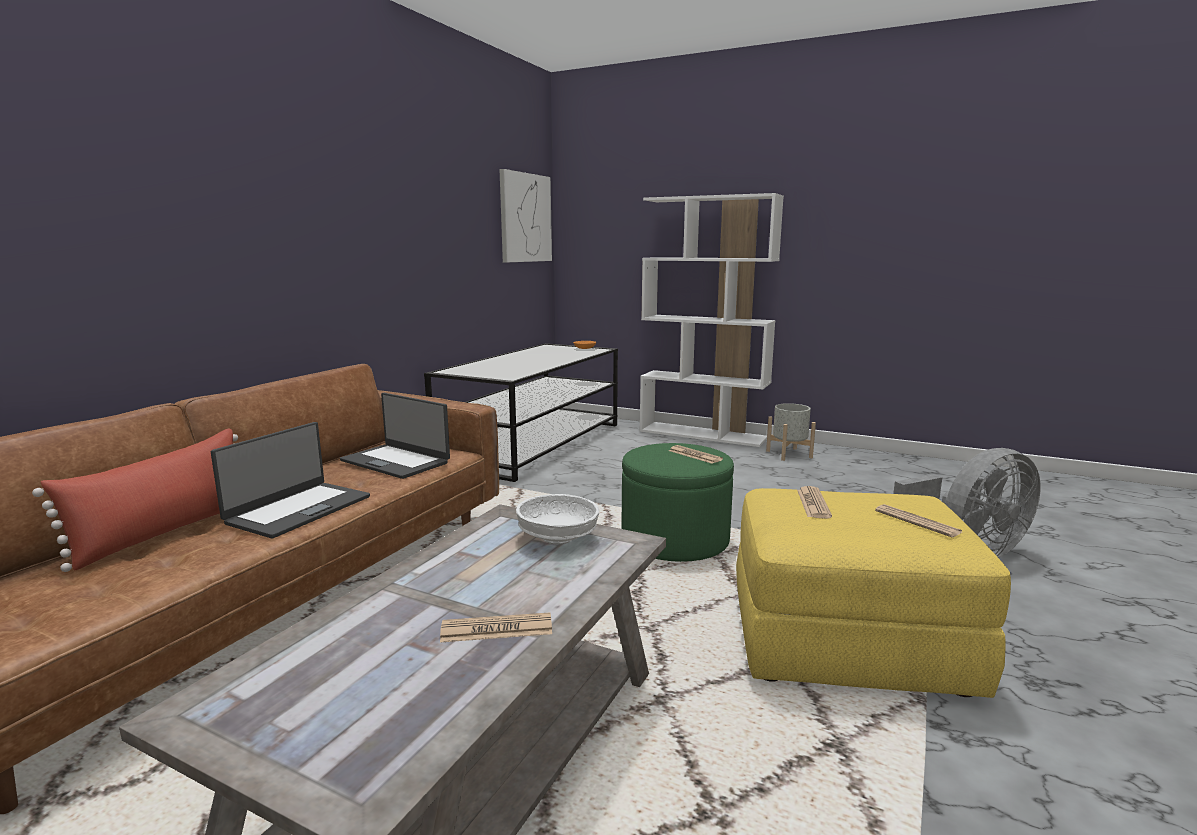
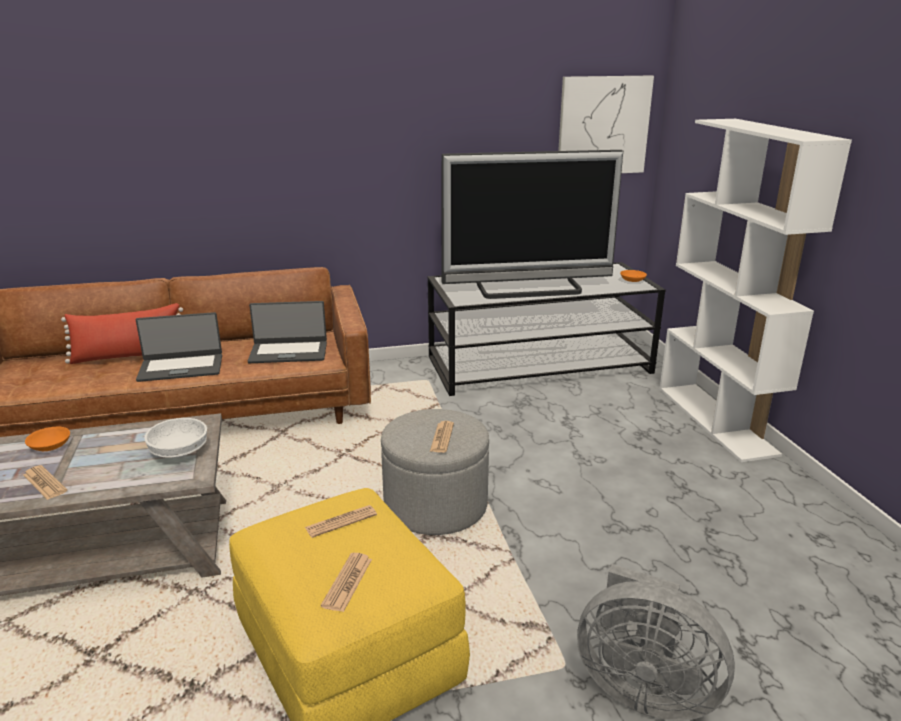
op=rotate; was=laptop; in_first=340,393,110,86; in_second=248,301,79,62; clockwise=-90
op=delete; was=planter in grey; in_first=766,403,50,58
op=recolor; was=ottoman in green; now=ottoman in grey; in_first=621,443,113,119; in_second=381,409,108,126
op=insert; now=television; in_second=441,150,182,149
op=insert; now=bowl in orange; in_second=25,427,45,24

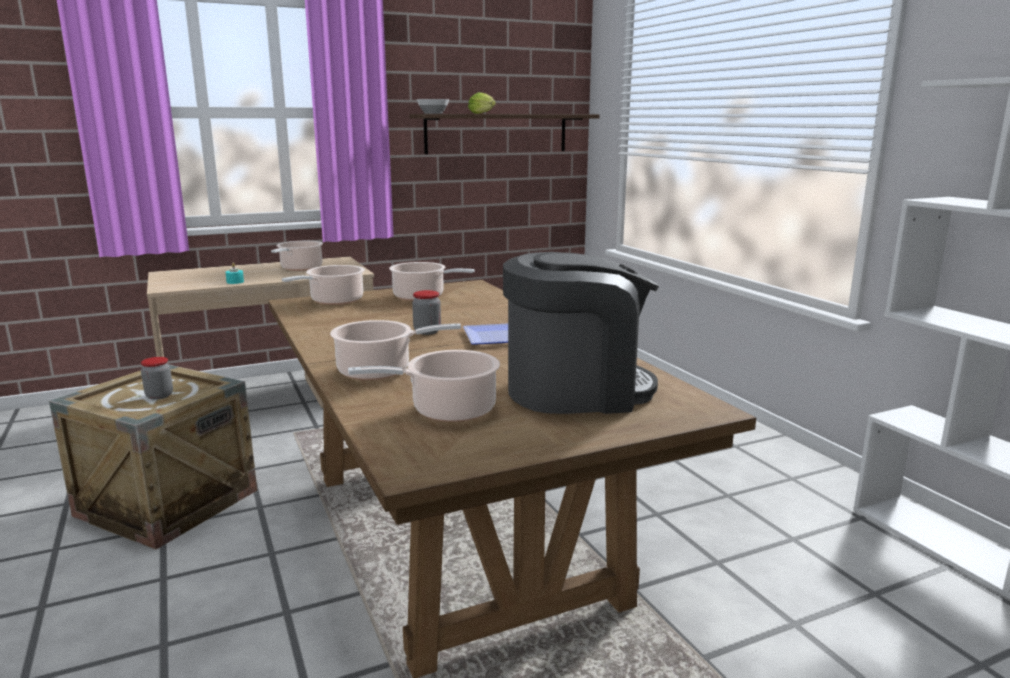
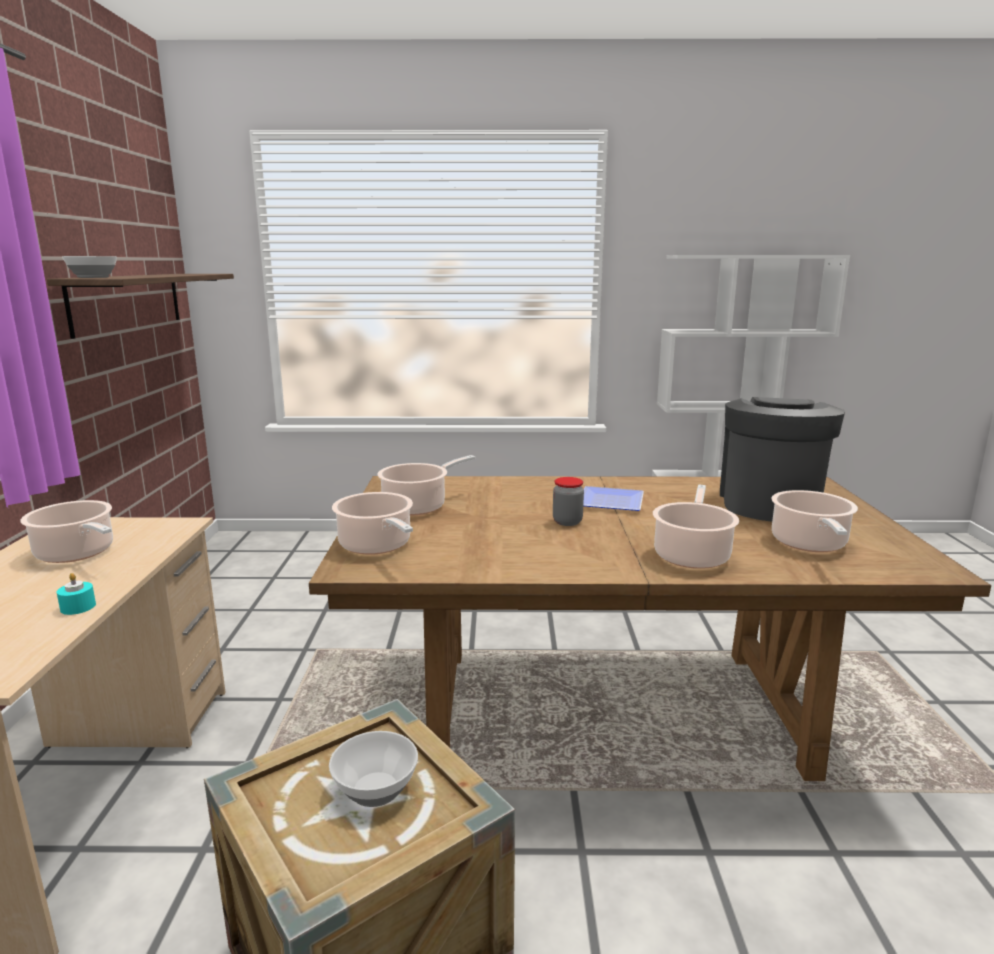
op=delete; was=lettuce; in_first=468,92,28,22
op=replace; was=jar; now=bowl; in_first=141,357,32,43; in_second=329,731,89,76

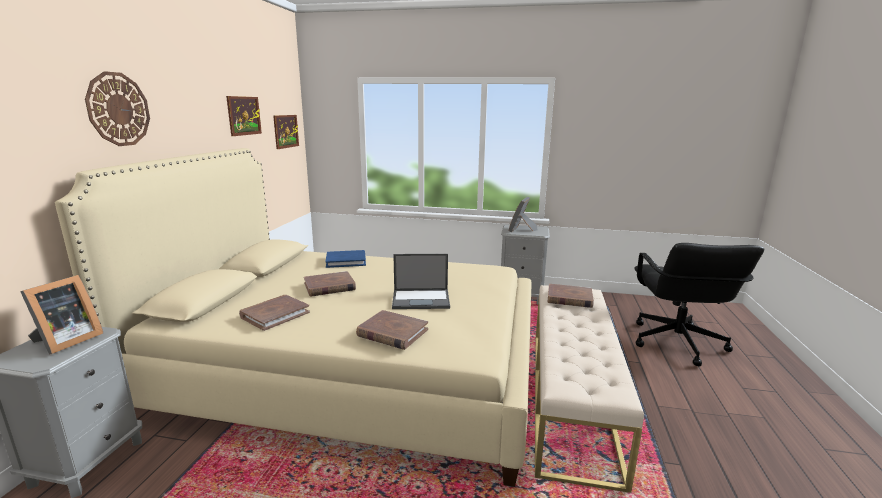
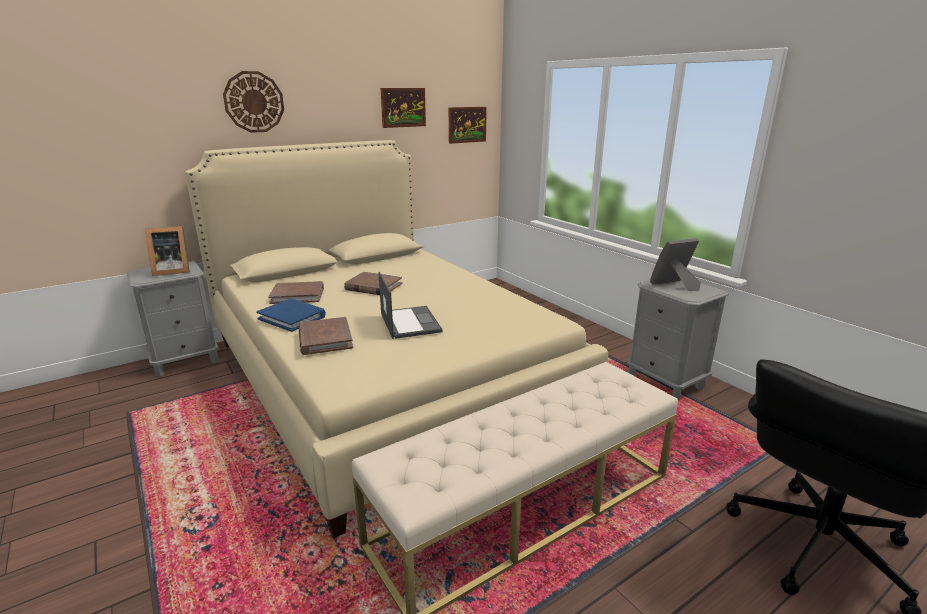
op=move; was=book in blue; in_first=325,250,41,18; in_second=256,299,70,33
op=rotate; was=laptop; in_first=392,254,58,55; in_second=378,272,65,67; clockwise=-150
op=delete; was=book in brown; in_first=548,284,46,24

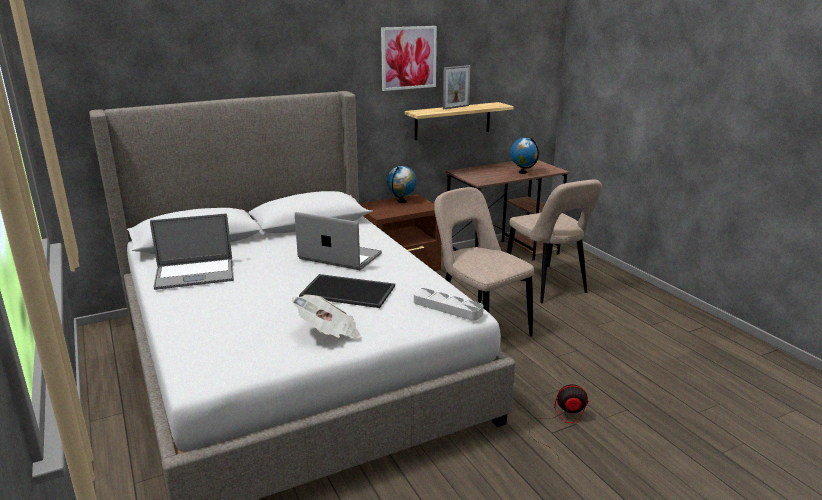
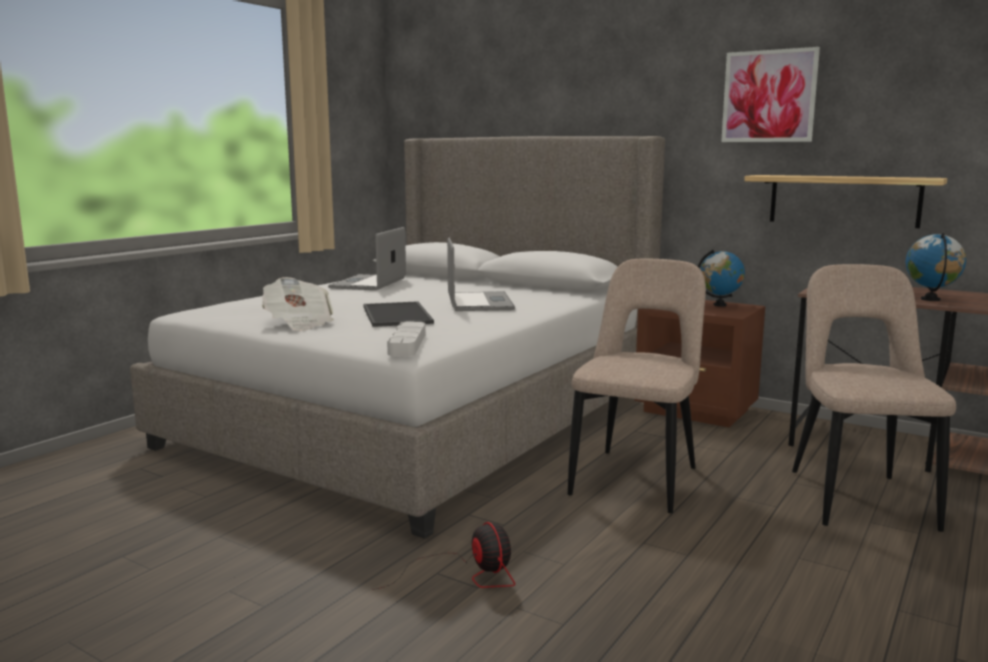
op=delete; was=picture frame; in_first=443,65,27,44
op=rotate; was=chair in beige; in_first=507,179,95,124; in_second=792,264,164,268; clockwise=150
op=rotate; was=laptop; in_first=150,213,84,77; in_second=328,227,78,63; clockwise=60

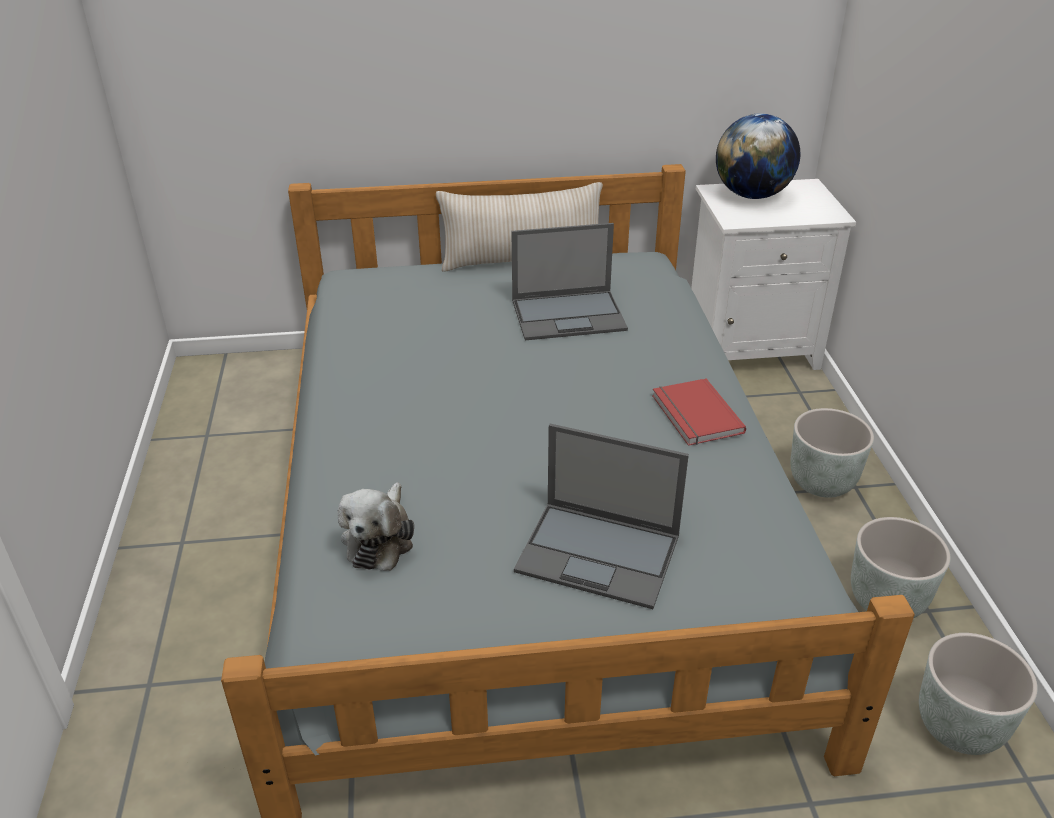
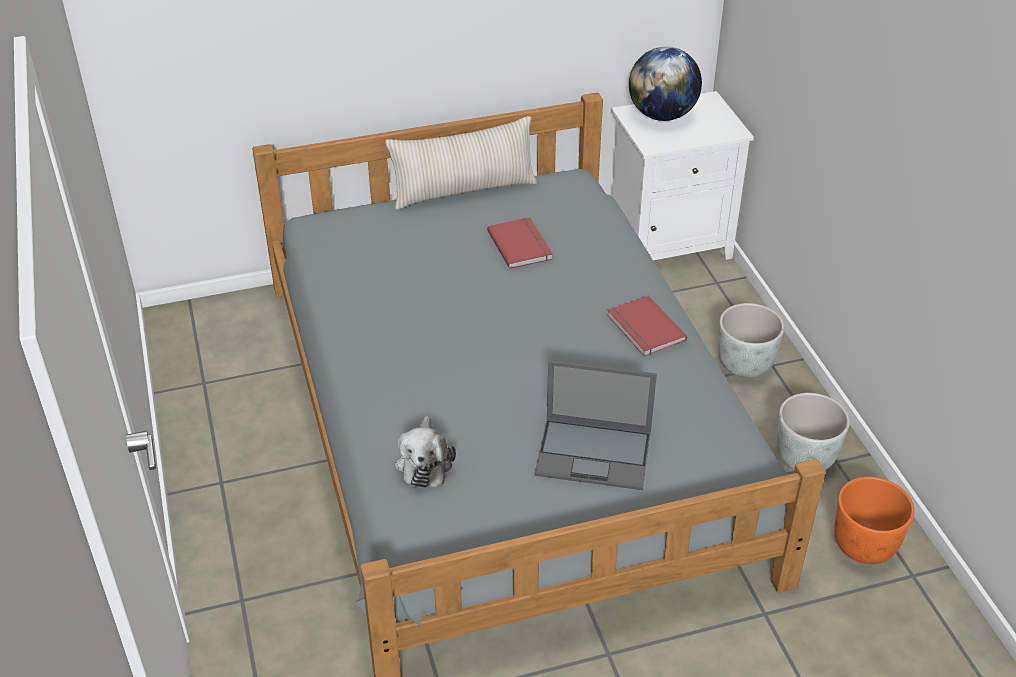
op=replace; was=laptop; now=book in red; in_first=511,223,117,117; in_second=487,217,66,52
op=recolor; was=planter in grey; now=planter in orange; in_first=919,633,119,122; in_second=834,477,81,87

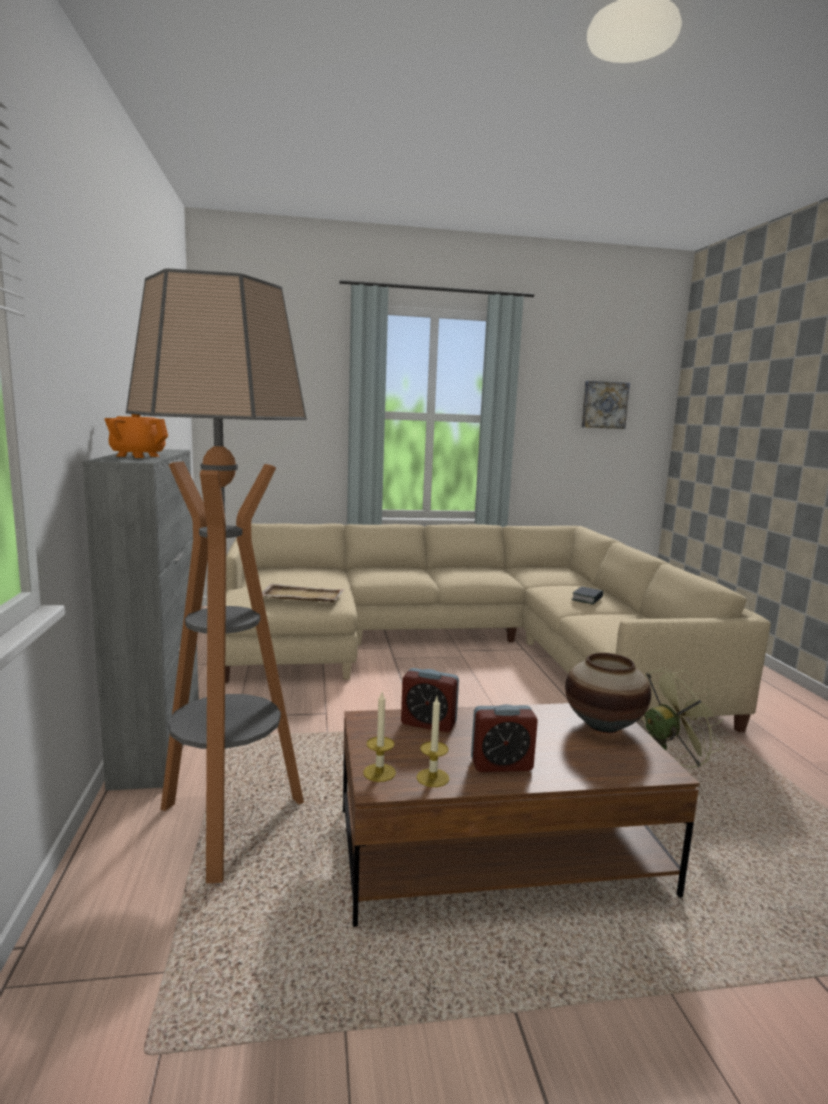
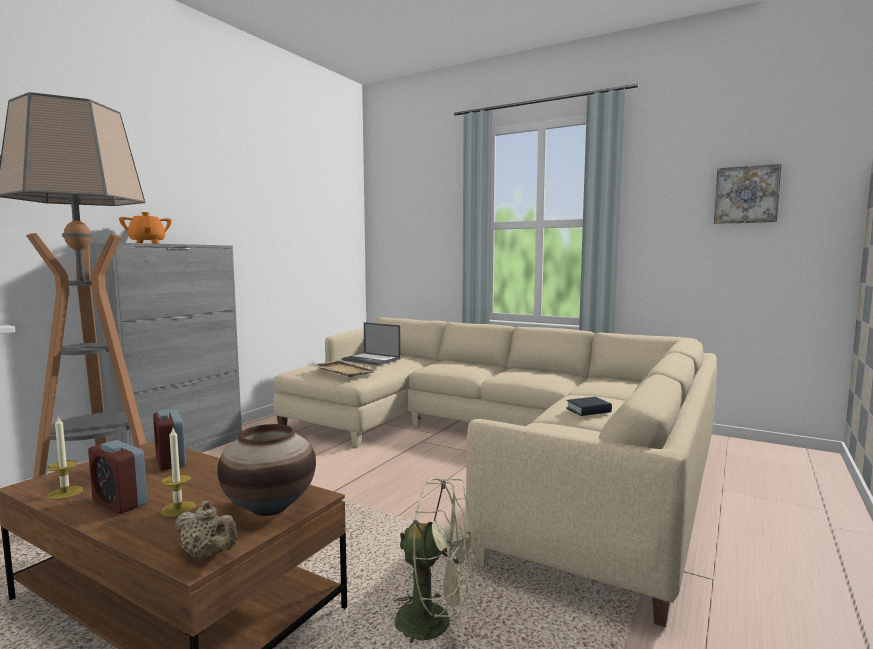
op=move; was=candle; in_first=363,692,33,90; in_second=160,428,36,89
op=insert; now=laptop; in_second=341,322,60,44
op=insert; now=teapot in beige; in_second=175,501,62,58

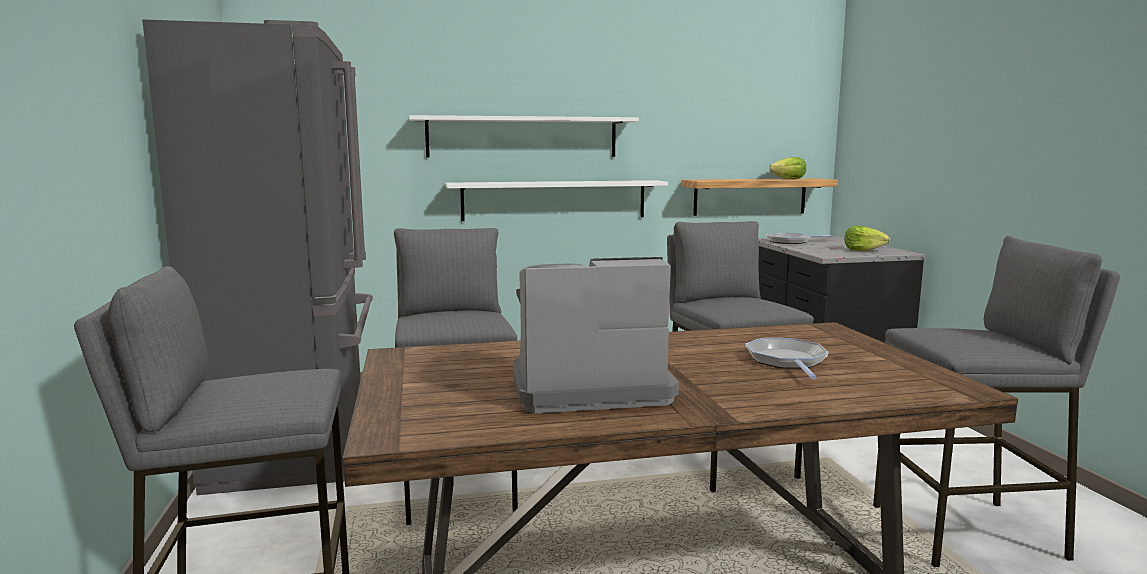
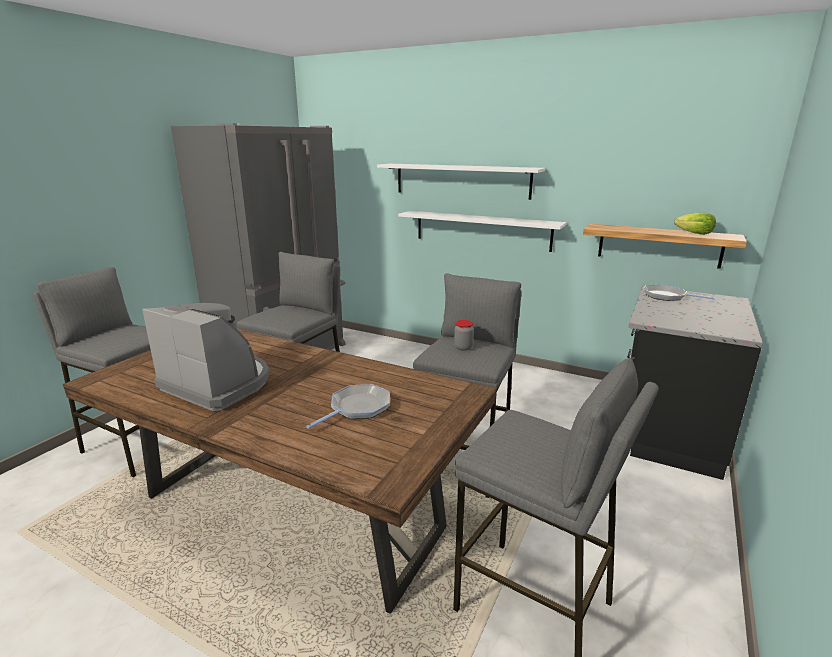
op=delete; was=lettuce; in_first=844,226,46,25
op=insert; now=jar; in_second=454,320,20,31

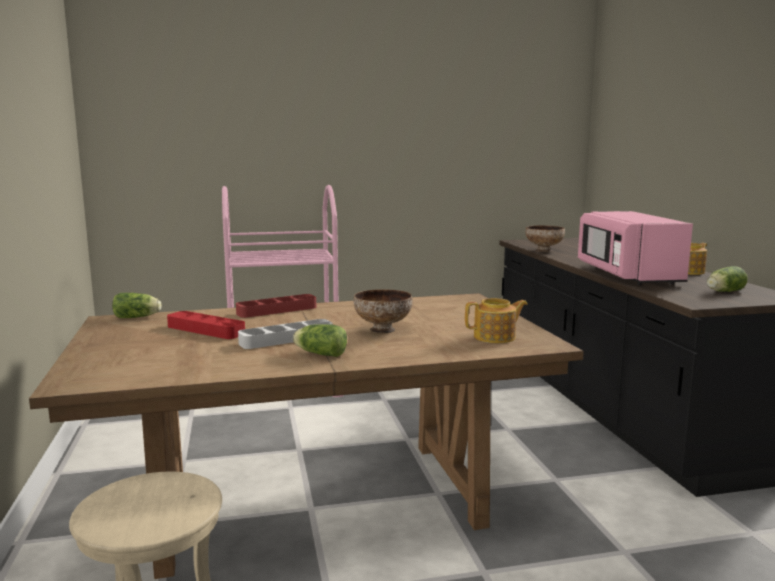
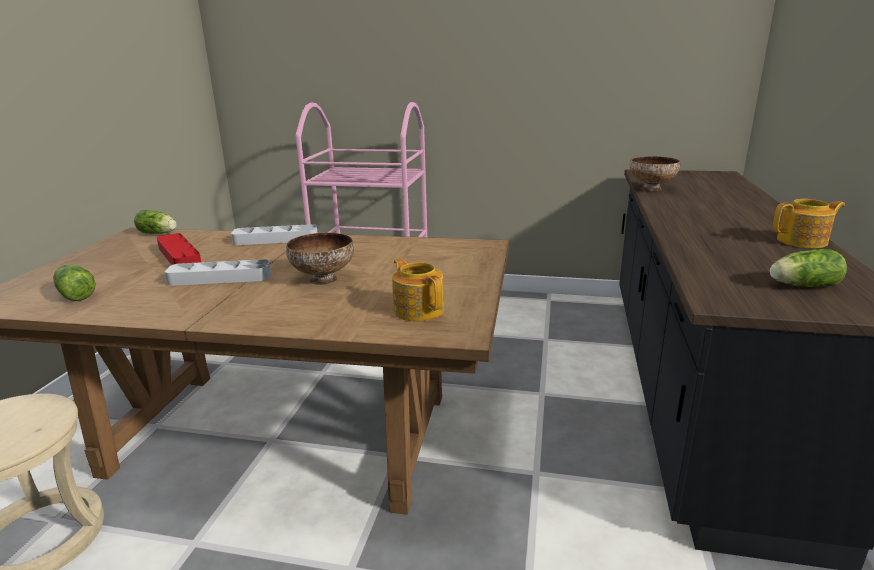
op=delete; was=microwave in pink; in_first=578,211,115,74
op=recolor; was=tray in red; now=tray in grey; in_first=236,294,80,24; in_second=231,224,86,21
op=rotate; was=teapot; in_first=465,298,63,45; in_second=392,258,52,64; clockwise=-135
op=move; was=lettuce; in_first=293,324,54,33; in_second=53,264,43,37

